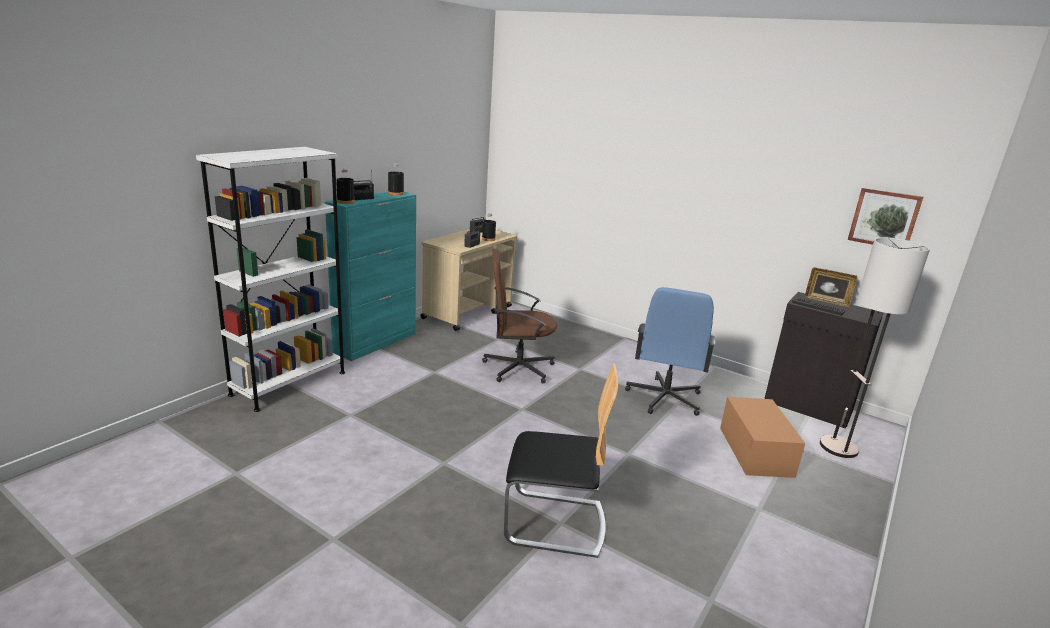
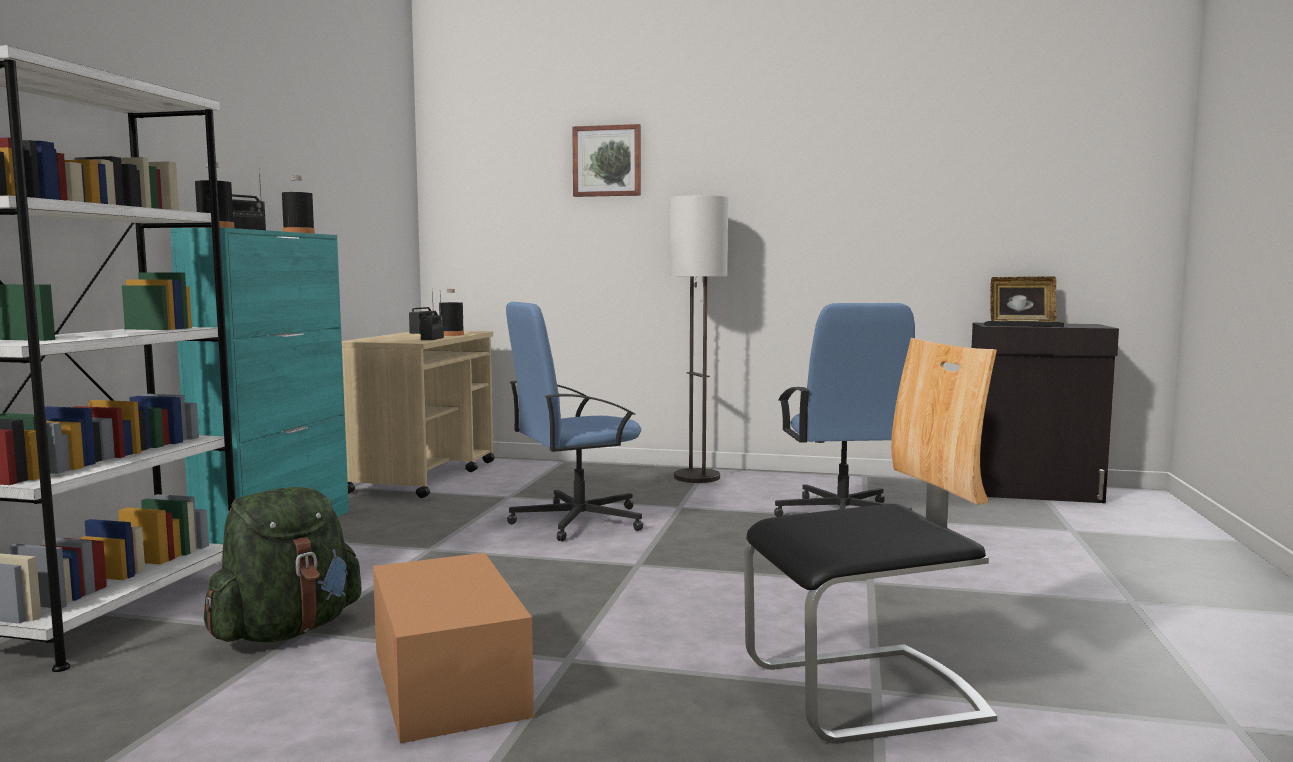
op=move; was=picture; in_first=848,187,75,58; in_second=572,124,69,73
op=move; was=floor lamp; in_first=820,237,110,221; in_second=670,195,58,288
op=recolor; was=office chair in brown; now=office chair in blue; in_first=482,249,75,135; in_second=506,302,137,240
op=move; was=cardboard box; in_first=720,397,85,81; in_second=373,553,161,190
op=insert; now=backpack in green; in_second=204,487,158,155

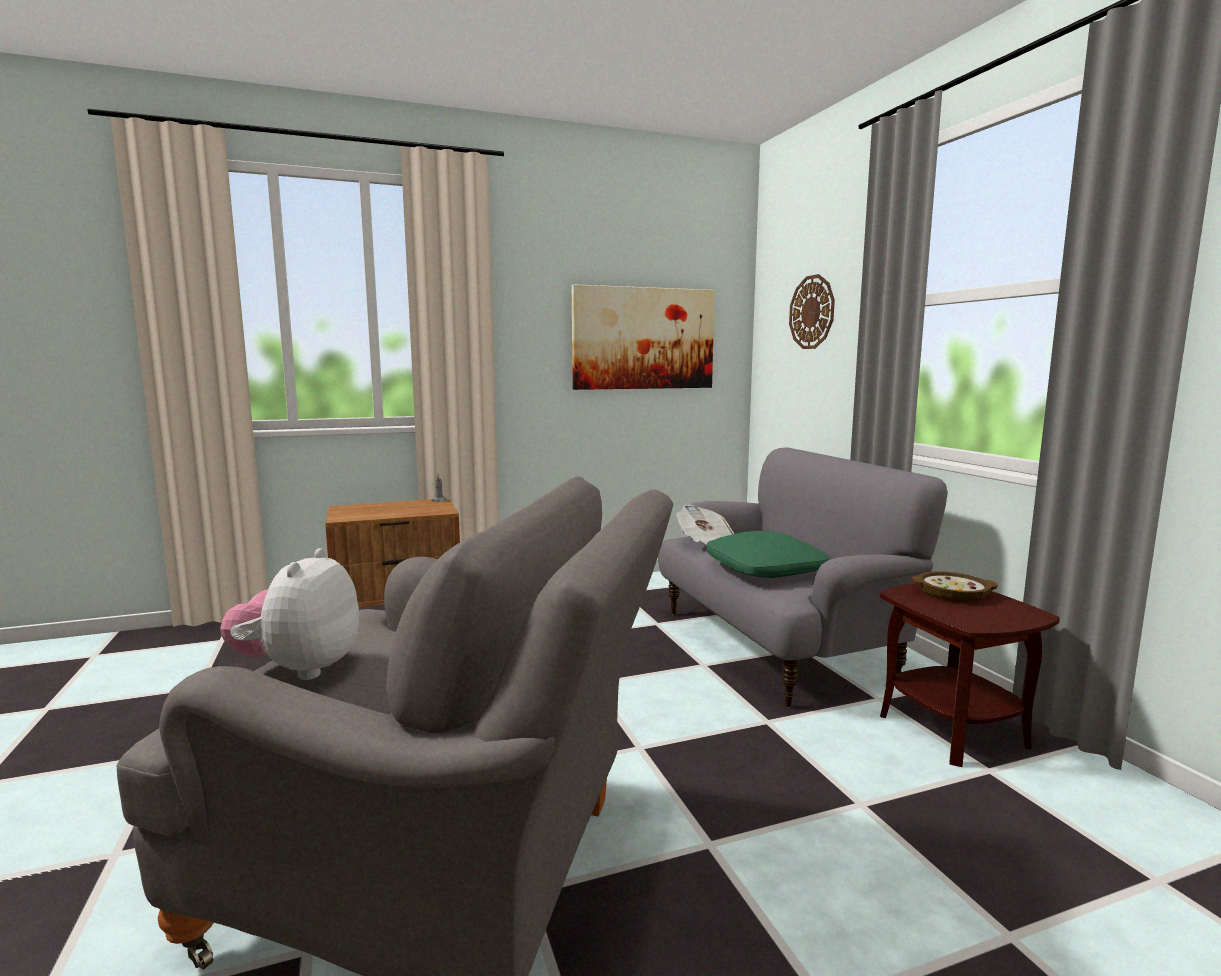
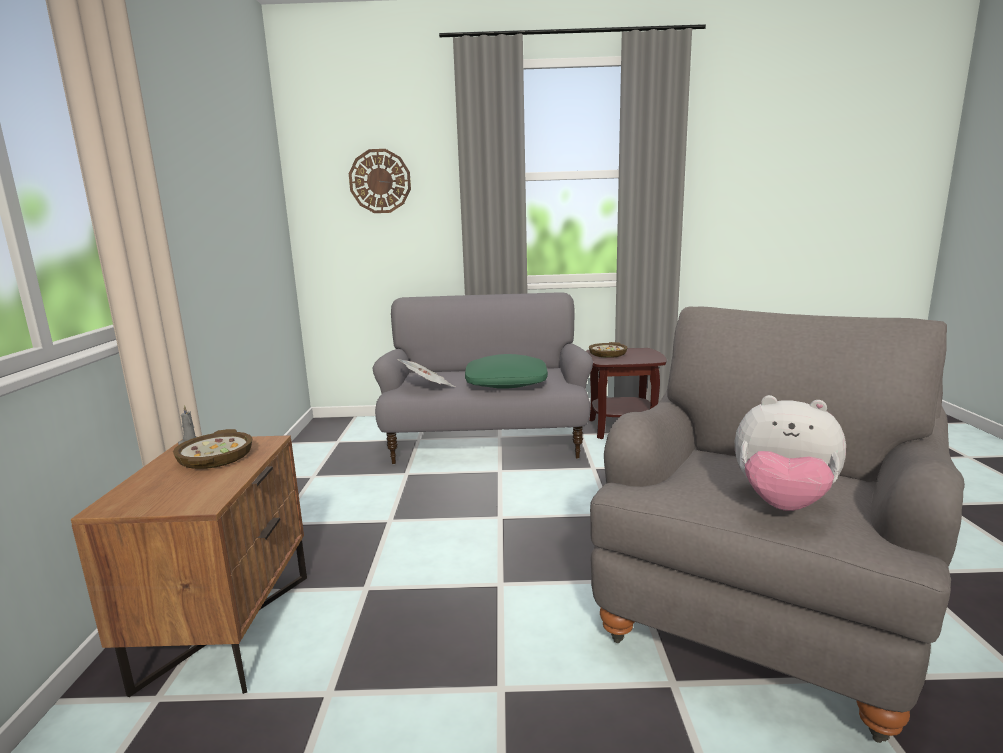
op=delete; was=picture; in_first=572,284,143,106
op=insert; now=bowl; in_second=173,429,79,40

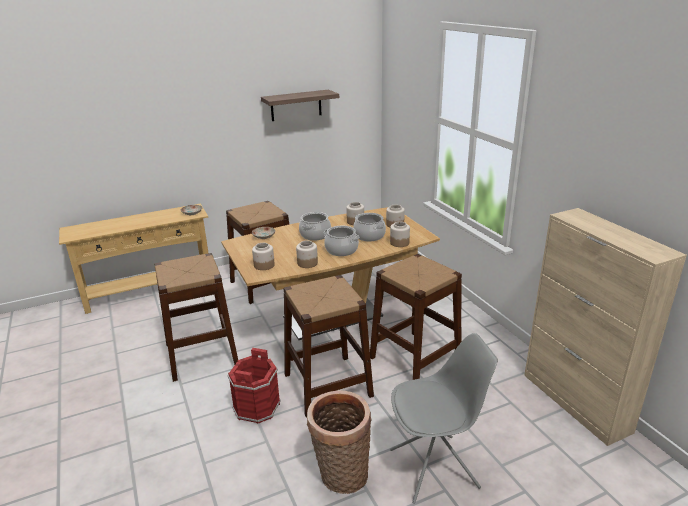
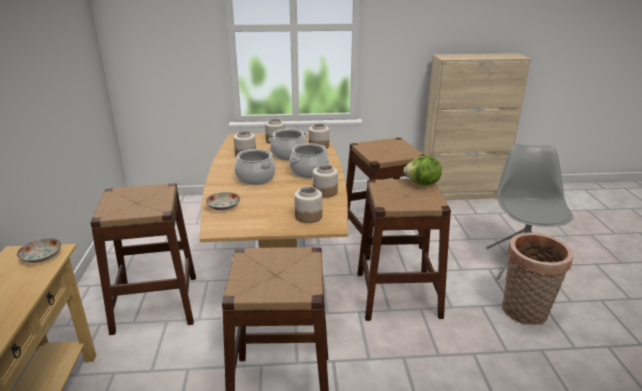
op=delete; was=shelf; in_first=261,90,78,31
op=delete; was=bucket in red; in_first=227,348,54,76
op=insert; now=lettuce; in_second=403,156,39,30

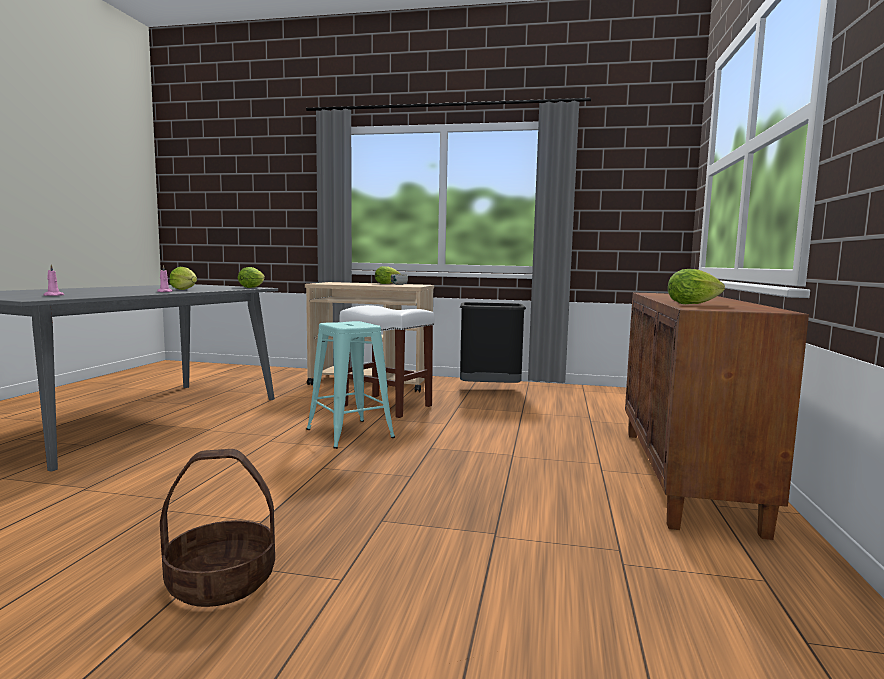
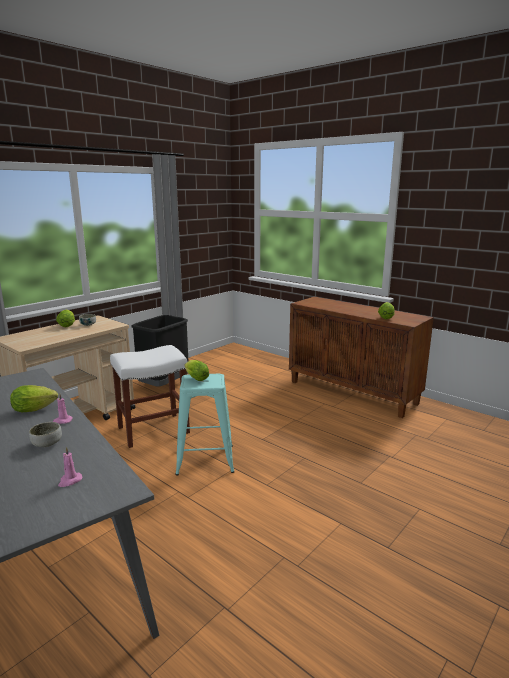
op=move; was=lettuce; in_first=238,267,27,21; in_second=185,360,24,21
op=delete; was=basket; in_first=160,449,115,158
op=insert; now=bowl; in_second=29,422,33,25

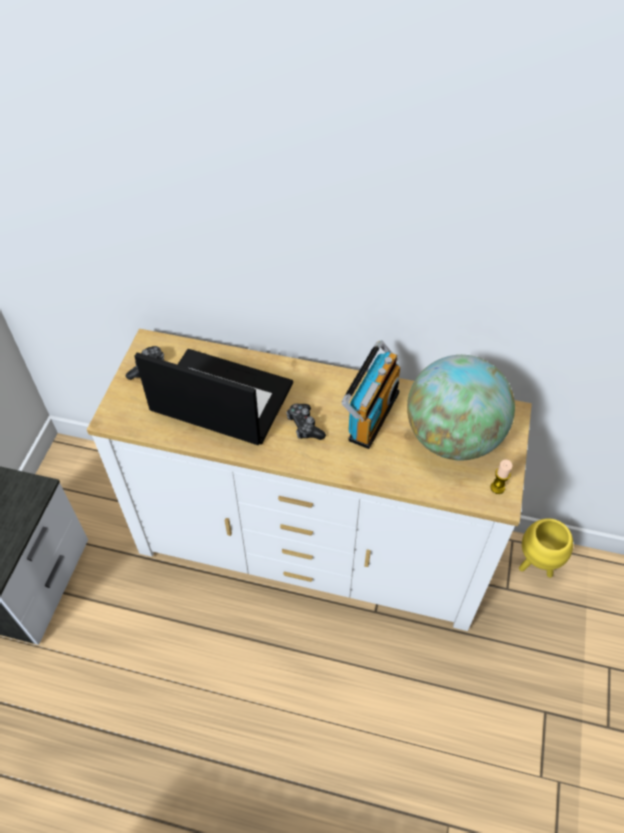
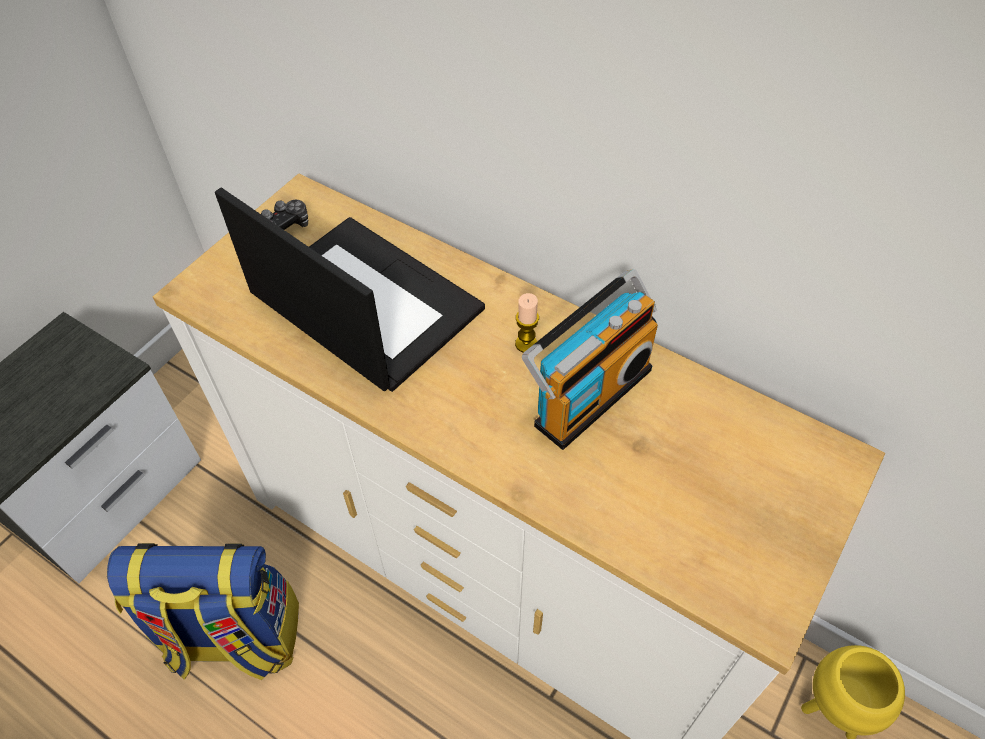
op=delete; was=globe; in_first=407,355,108,105
op=delete; was=game controller; in_first=286,404,40,36
op=move; was=candle; in_first=490,460,22,34; in_second=515,293,24,60
op=insert; now=backpack; in_second=107,543,192,137

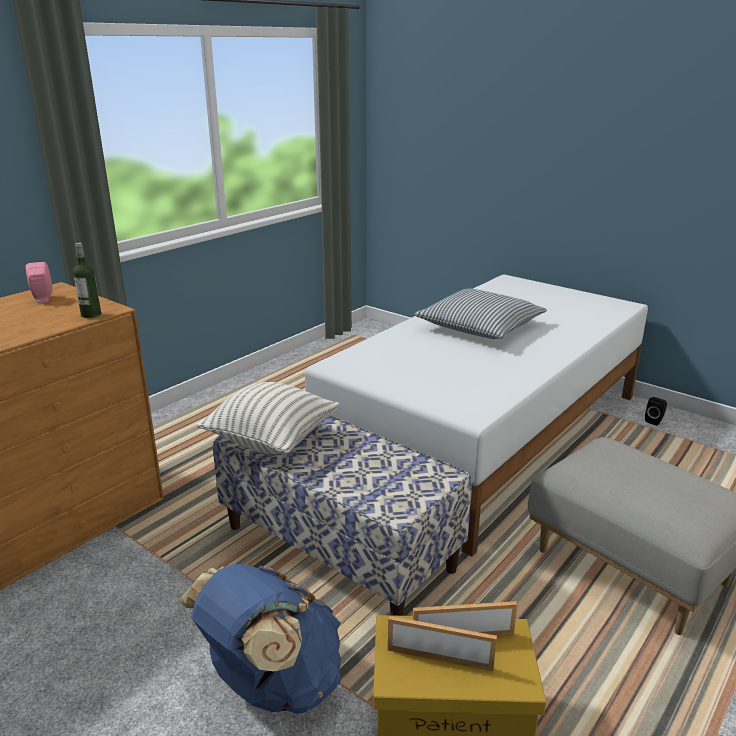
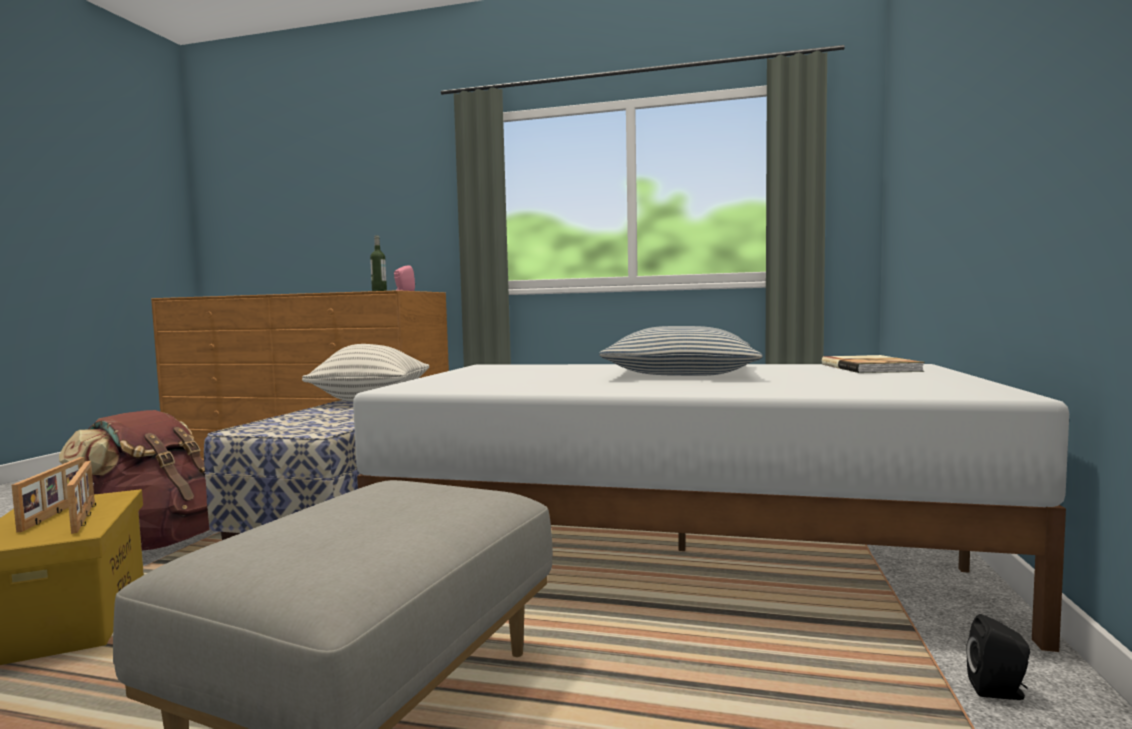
op=recolor; was=backpack in blue; now=backpack in brown; in_first=179,564,162,150; in_second=59,410,150,141
op=insert; now=book; in_second=822,355,103,18

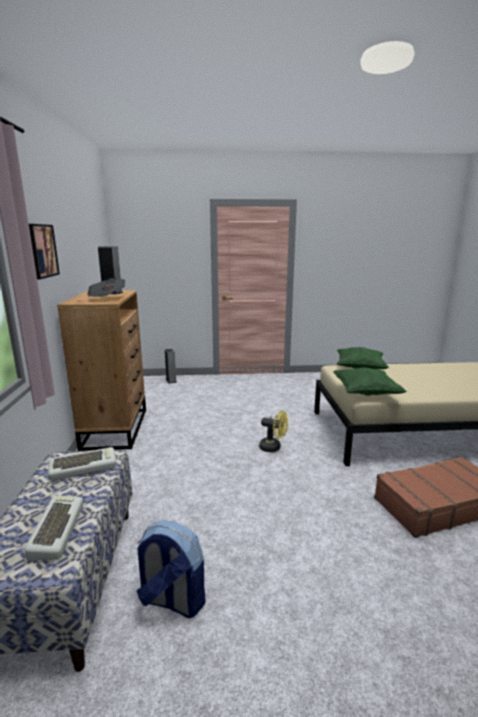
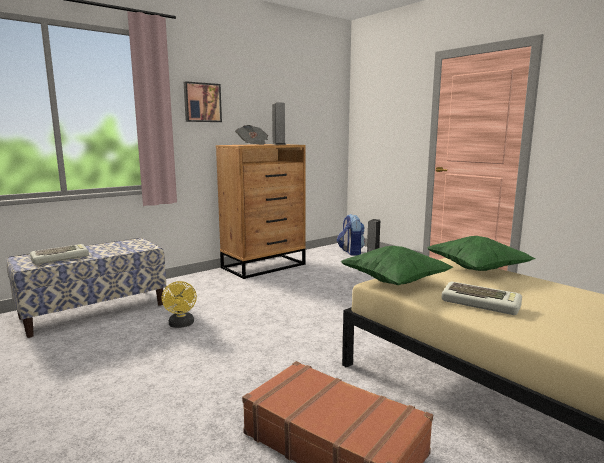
op=move; was=fan in yellow; in_first=259,411,29,41; in_second=162,281,35,47
op=move; was=keyboard; in_first=48,447,69,34; in_second=442,282,80,33
op=move; was=backpack; in_first=136,521,70,97; in_second=337,214,28,42

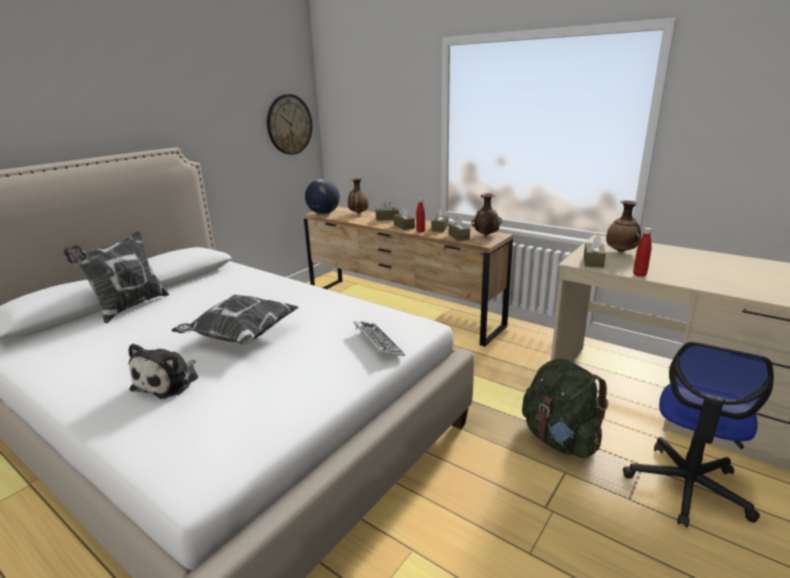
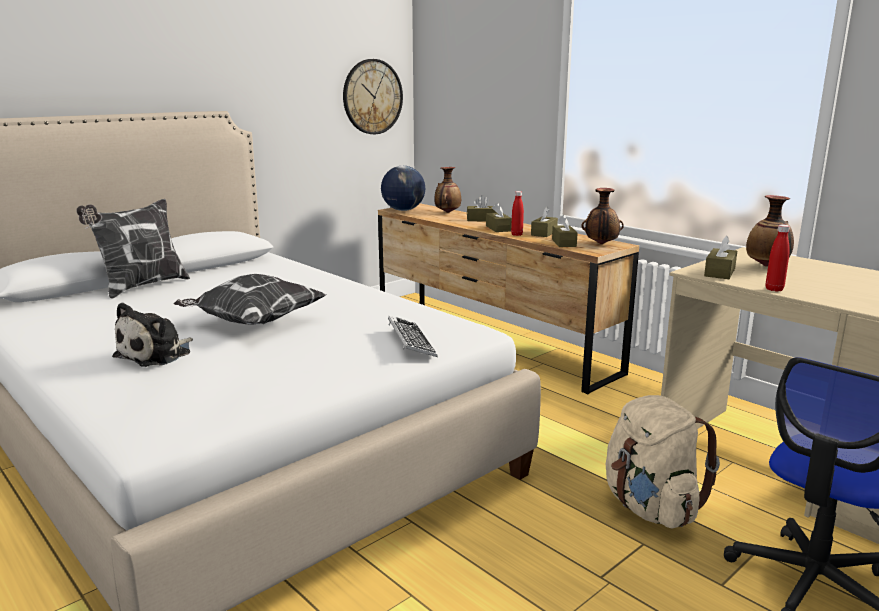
op=recolor; was=backpack in green; now=backpack in beige; in_first=522,359,86,100; in_second=606,395,114,134

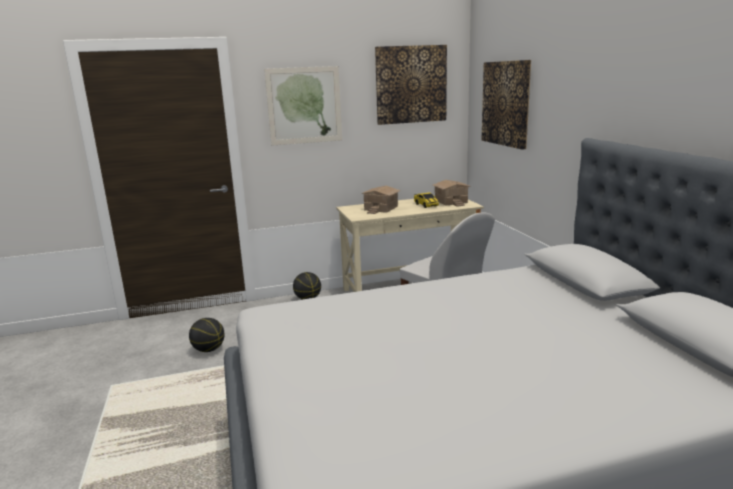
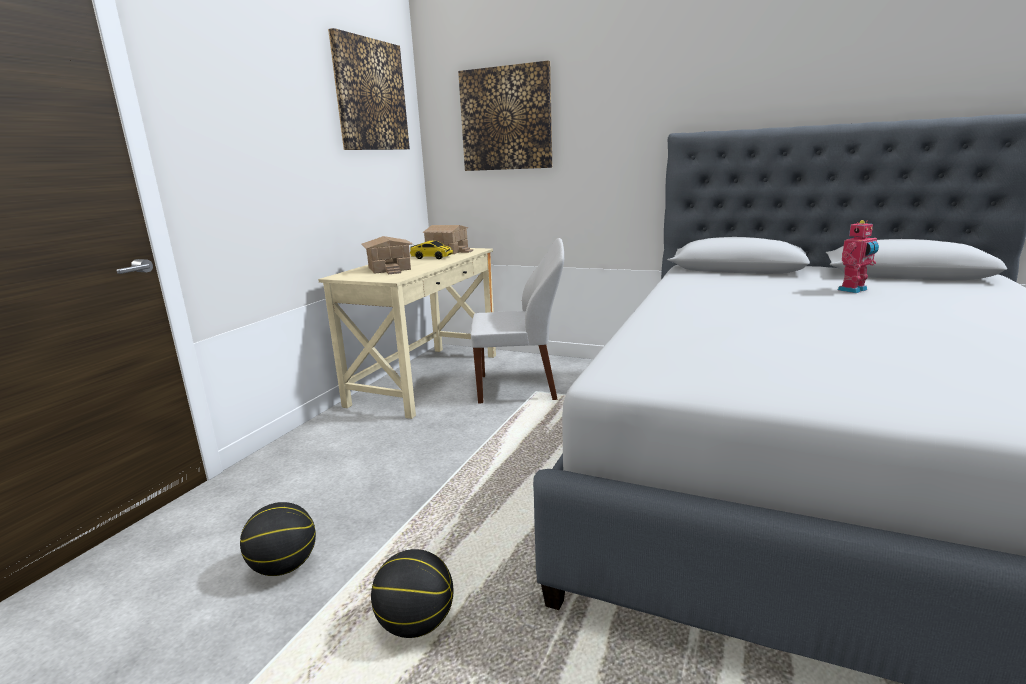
op=delete; was=picture; in_first=264,66,78,79
op=move; was=basketball; in_first=293,272,28,28; in_second=371,549,82,89
op=insert; now=toy robot; in_second=838,220,41,73

